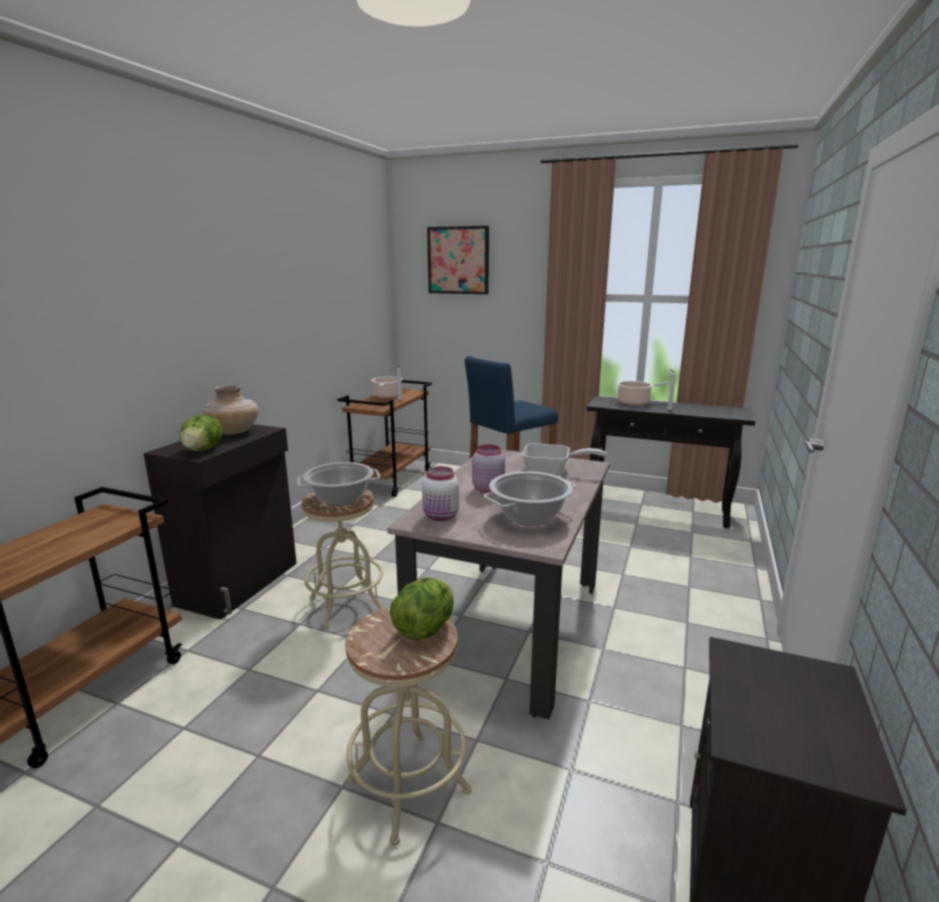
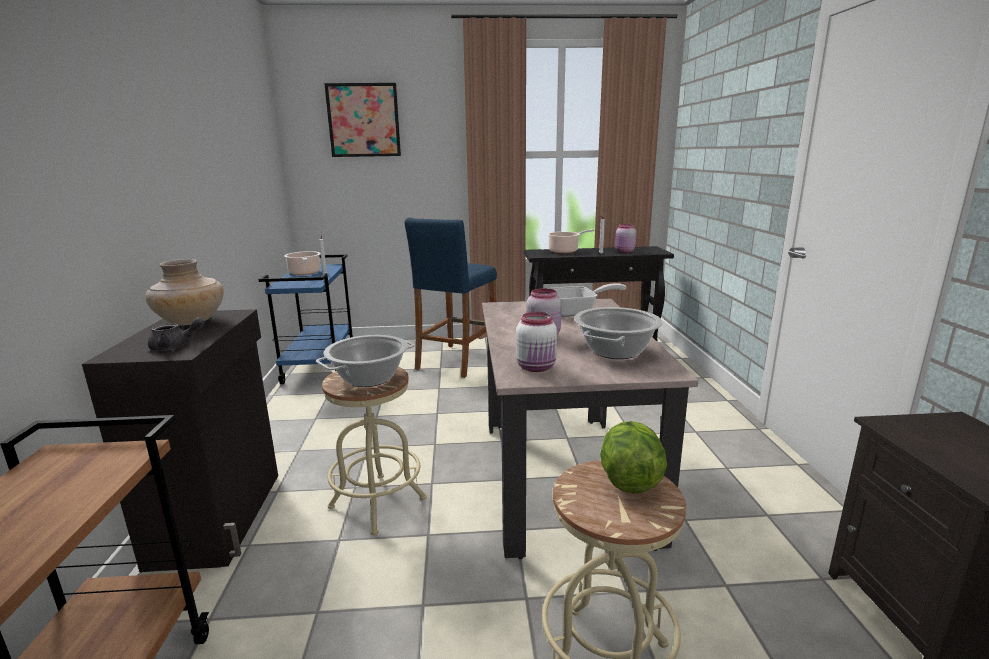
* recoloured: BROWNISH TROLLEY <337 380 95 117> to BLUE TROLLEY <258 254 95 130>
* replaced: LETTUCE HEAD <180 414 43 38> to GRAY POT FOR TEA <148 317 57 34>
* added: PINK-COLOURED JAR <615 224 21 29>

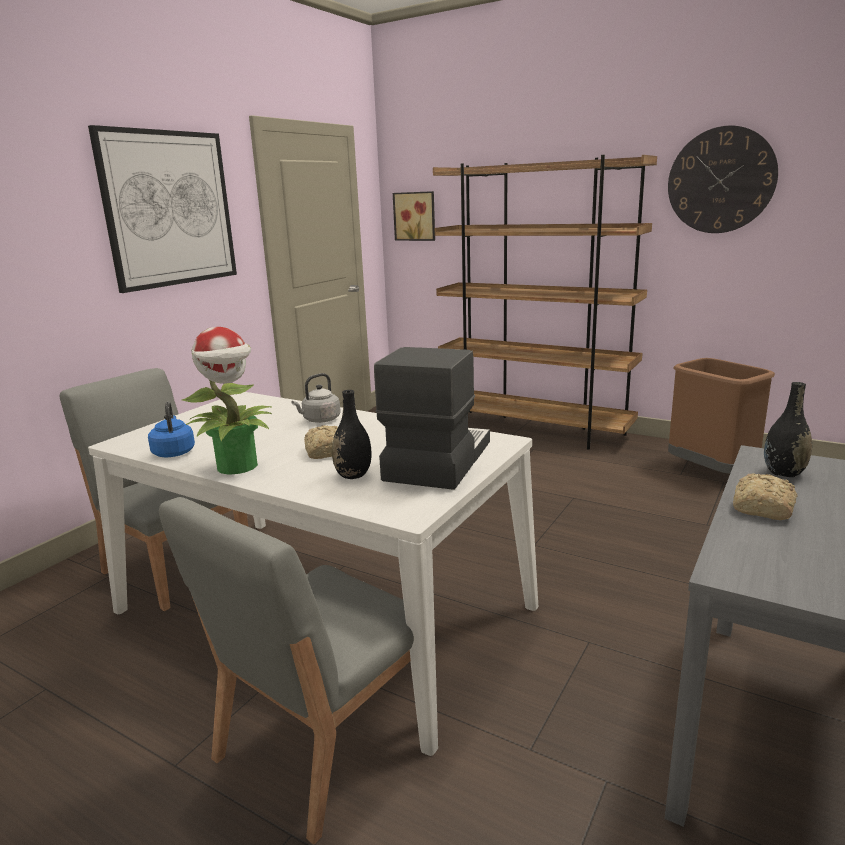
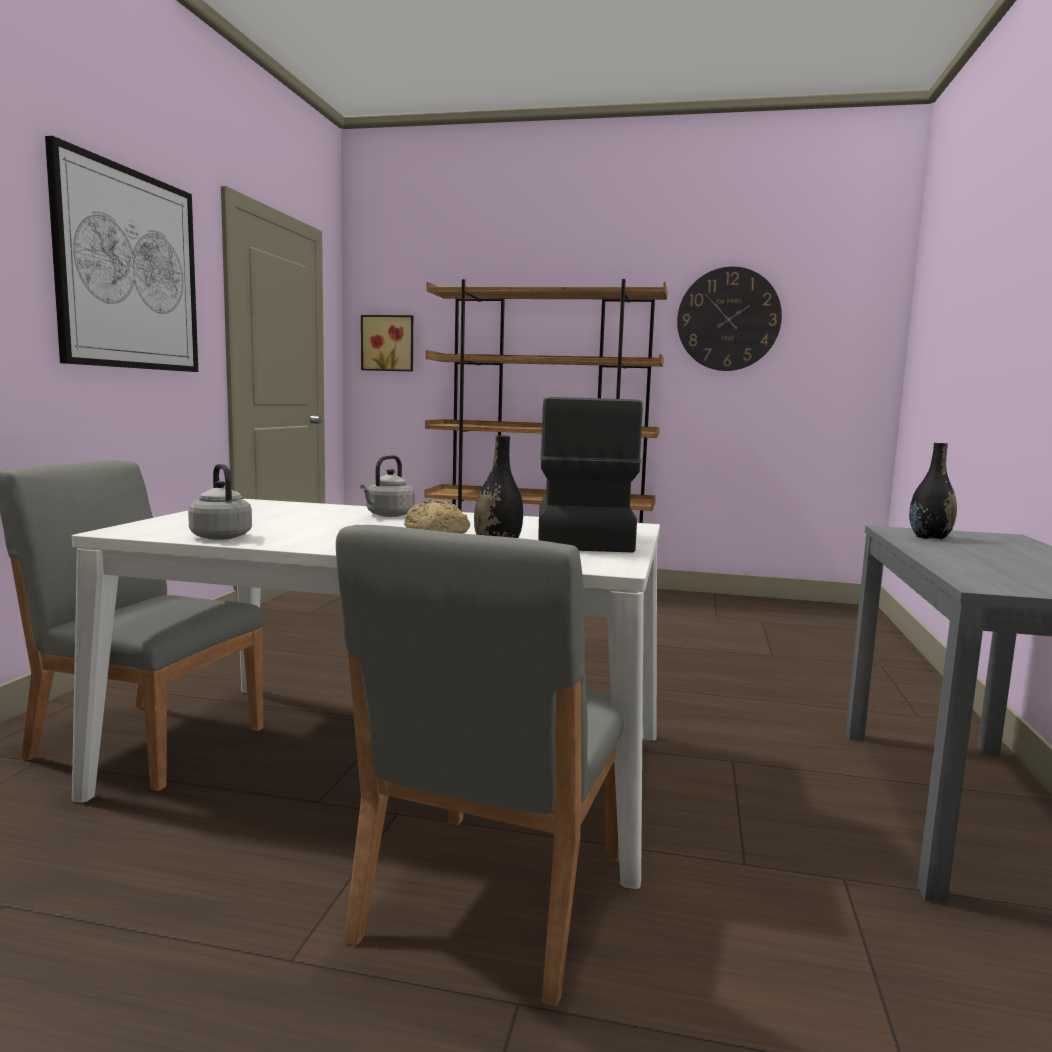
* removed: PLANT IN A POT <182 327 90 148>
* removed: BROWNISH RUBBISH BIN <668 358 107 116>
* recoloured: BLUE KETTLE <148 401 47 56> to GRAY KETTLE <188 464 64 76>
* removed: BAKERY BREAD <733 473 64 47>

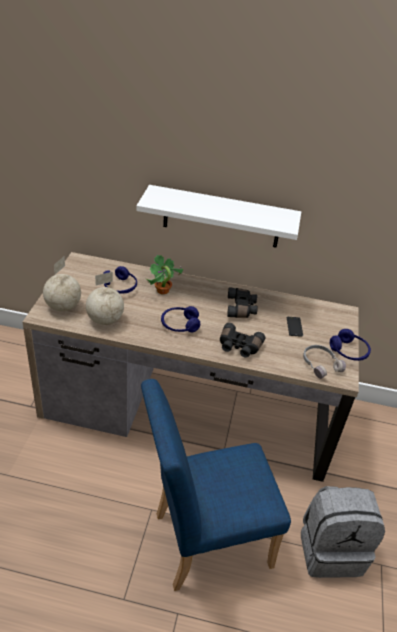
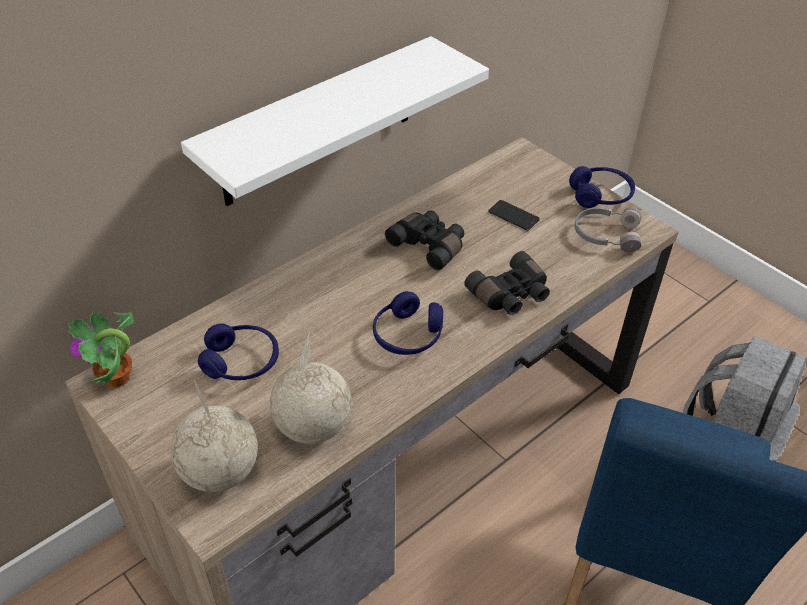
* moved: PLANT IN A POT <146 255 37 40> to <68 312 66 76>

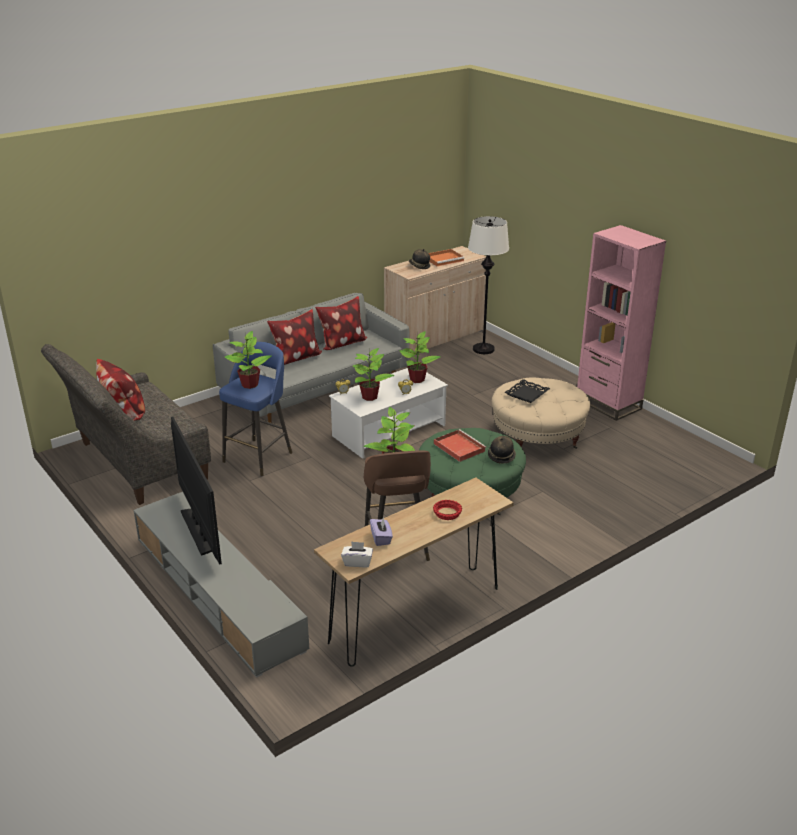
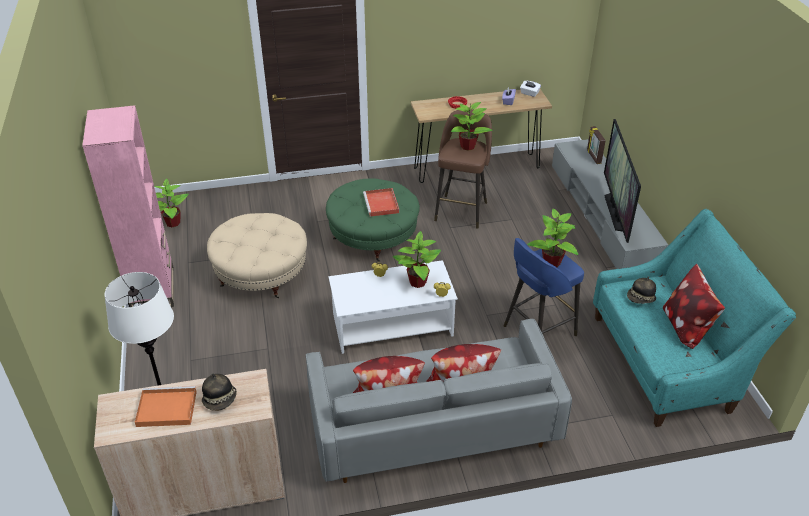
* moved: PLANT IN A POT <400 331 40 52> to <154 178 35 49>
* recoloured: GRAY SETTEE <41 344 170 161> to TURQUOISE-COLOURED SETTEE <593 209 203 218>
* removed: BLACKISH SERVING TRAY <505 379 45 24>
* moved: HAT <488 436 28 28> to <627 276 29 28>
* added: PICTURE FRAME <587 126 19 38>

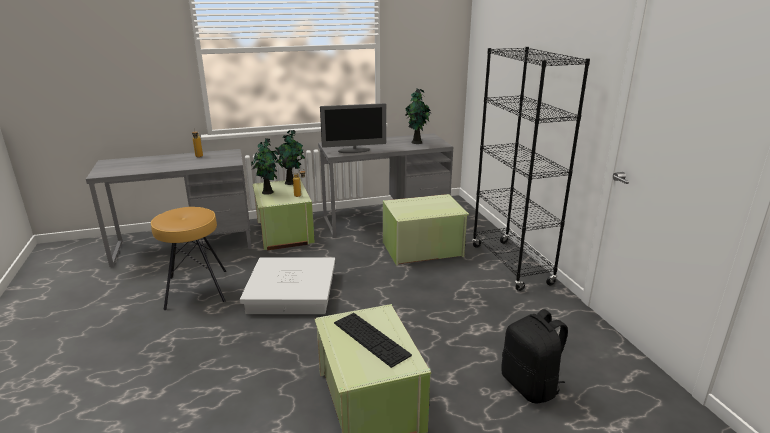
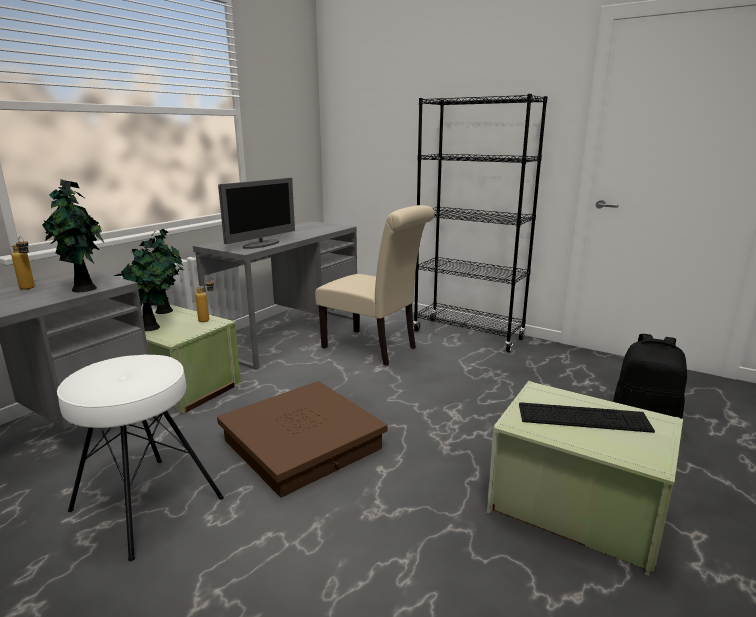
* moved: PLANT IN A POT <405 89 26 55> to <43 179 61 113>
* replaced: GREENISH STORAGE BOX <383 194 86 72> to SAND-COLOURED PLAIN CHAIR <315 205 120 161>
* recoloured: BROWNISH STOOL SEAT <151 207 75 103> to WHITE-COLOURED STOOL SEAT <57 355 167 206>
* recoloured: WHITE-COLOURED STORAGE BOX <240 257 95 57> to BROWNISH STORAGE BOX <217 381 171 116>

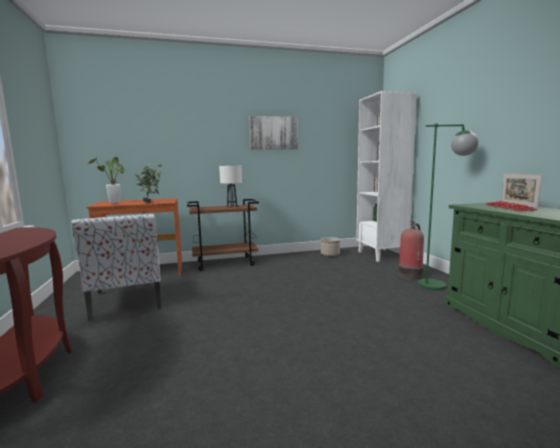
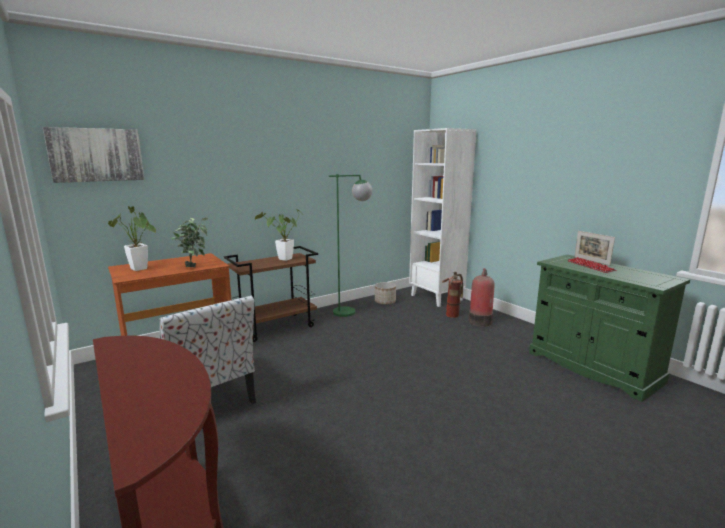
* moved: WALL ART <249 116 49 34> to <43 127 102 56>
* moved: GREENISH STANDING LAMP <418 124 61 166> to <329 174 44 143>
* replaced: WHITE-COLOURED LAMP FOR A TABLE <219 166 23 42> to PLANT IN A POT <255 209 48 52>
* added: FIRE EXTINGUISHER <442 272 21 46>

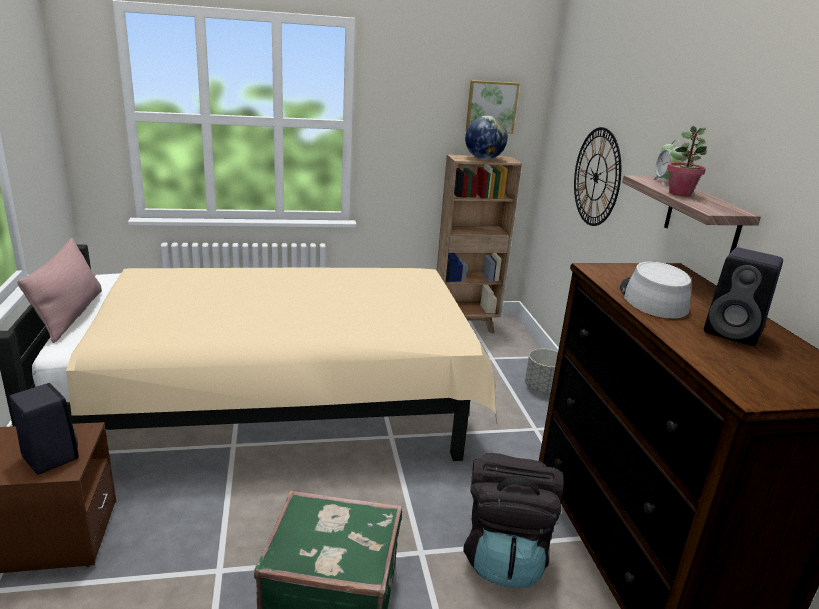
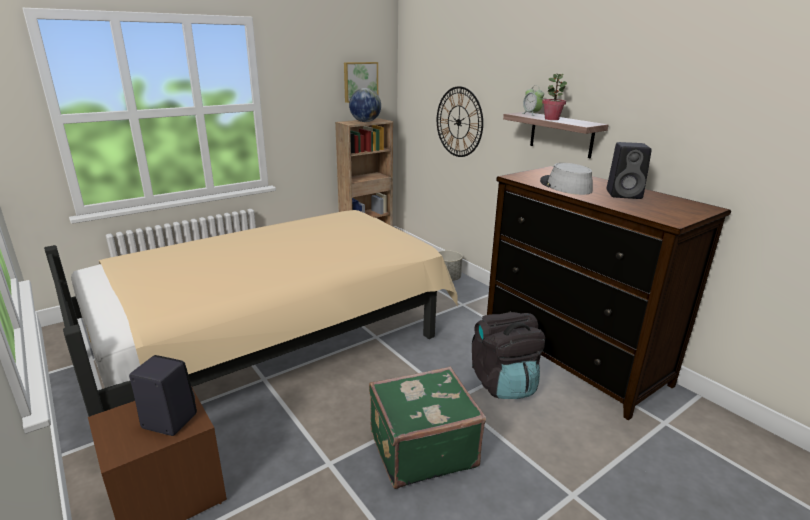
* removed: PINK-COLOURED THROW PILLOW <17 238 85 105>

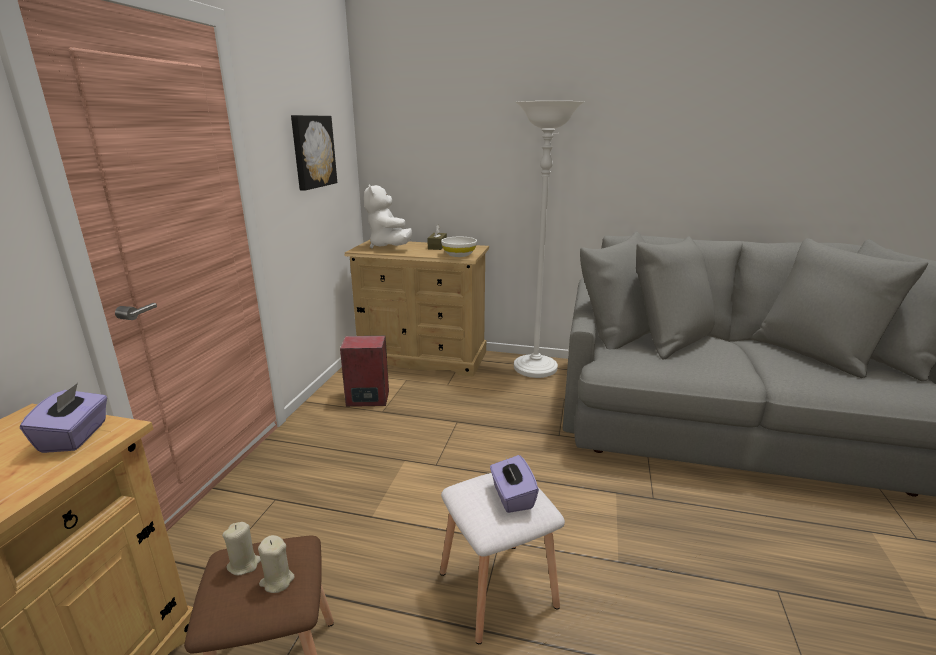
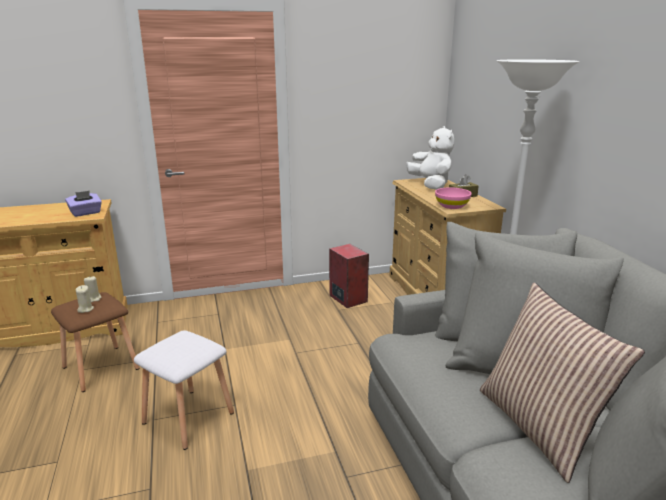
* removed: WALL ART <291 115 46 76>
* turned: WHITE-COLOURED PLUSH TOY <364 185 48 64> = <406 126 48 64> 120 degrees clockwise
* recoloured: WHITE-COLOURED SERVING BOWL <441 237 36 20> to PINK-COLOURED SERVING BOWL <435 187 37 22>
* removed: PURPLE TISSUE HOLDER <490 455 49 58>
* added: THROW PILLOW <480 283 165 200>

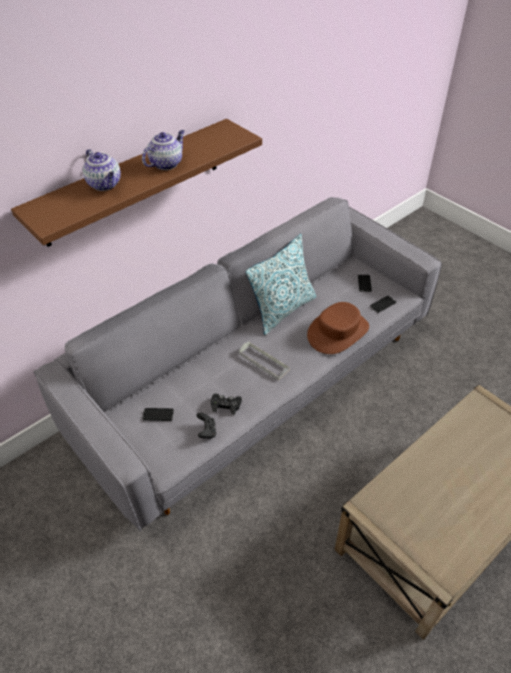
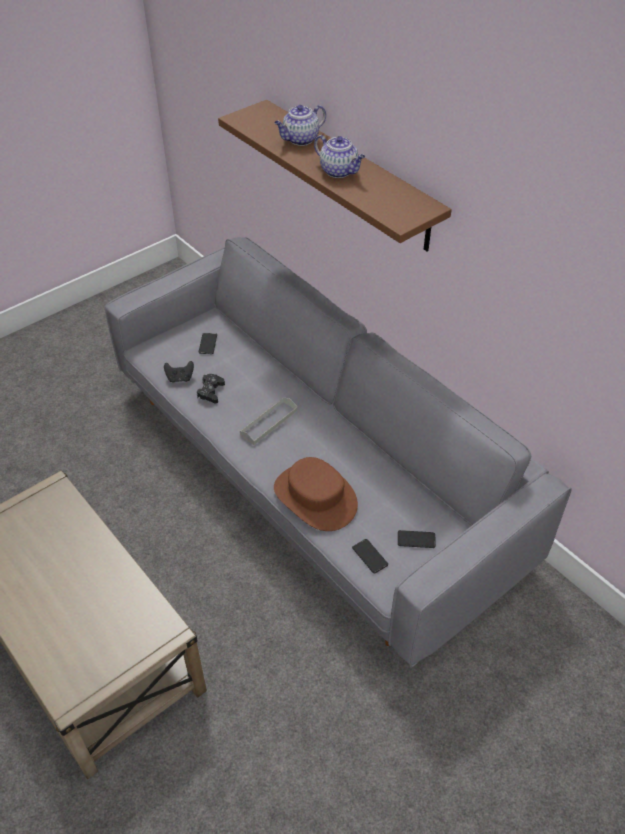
* removed: THROW PILLOW <246 234 70 101>

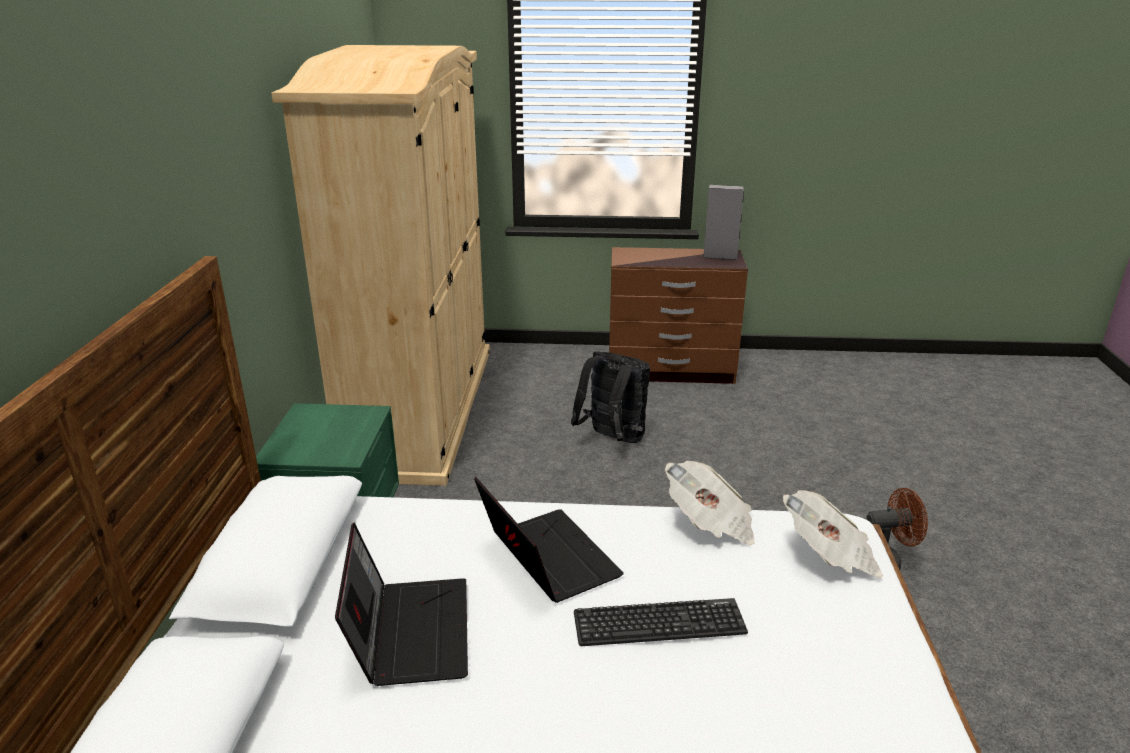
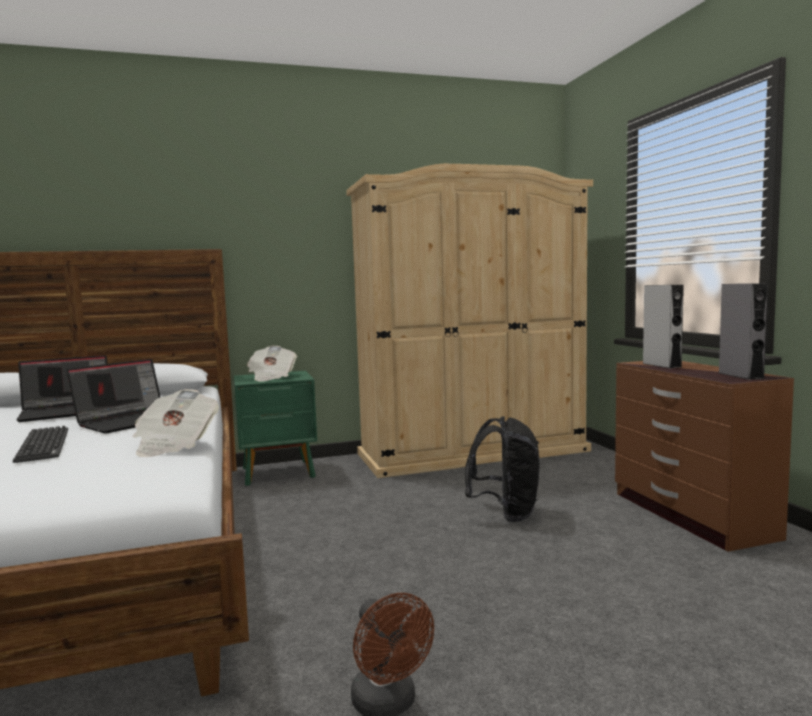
* moved: NEWSPAPER <783 490 100 88> to <247 346 50 36>
* added: GRAY AUDIO SPEAKER <643 285 41 83>

